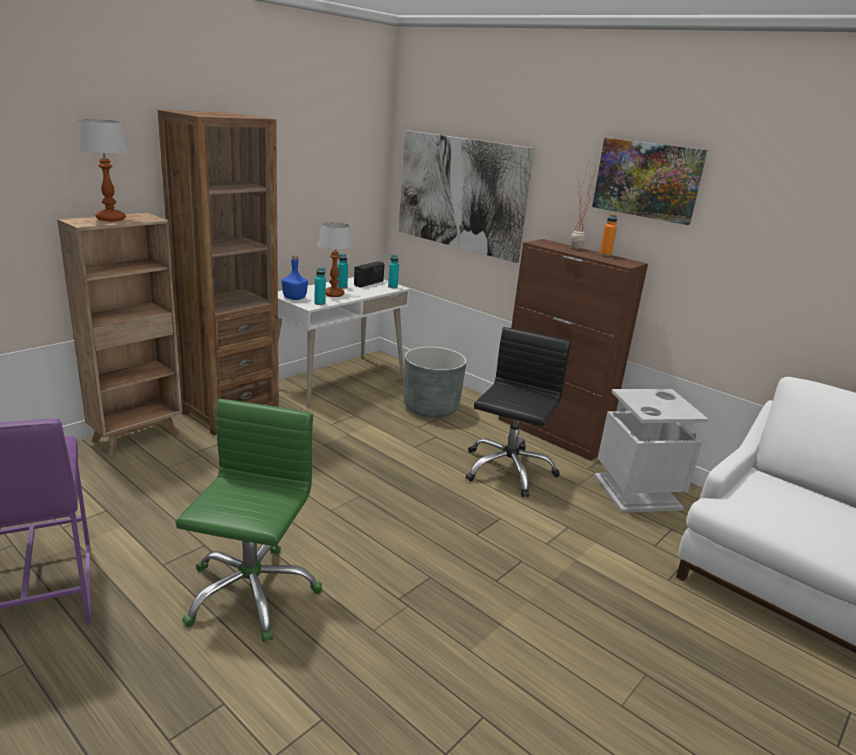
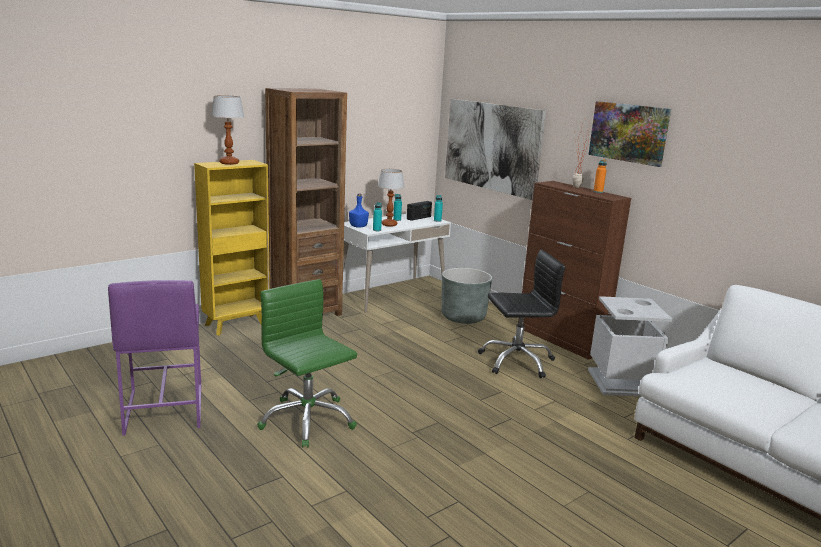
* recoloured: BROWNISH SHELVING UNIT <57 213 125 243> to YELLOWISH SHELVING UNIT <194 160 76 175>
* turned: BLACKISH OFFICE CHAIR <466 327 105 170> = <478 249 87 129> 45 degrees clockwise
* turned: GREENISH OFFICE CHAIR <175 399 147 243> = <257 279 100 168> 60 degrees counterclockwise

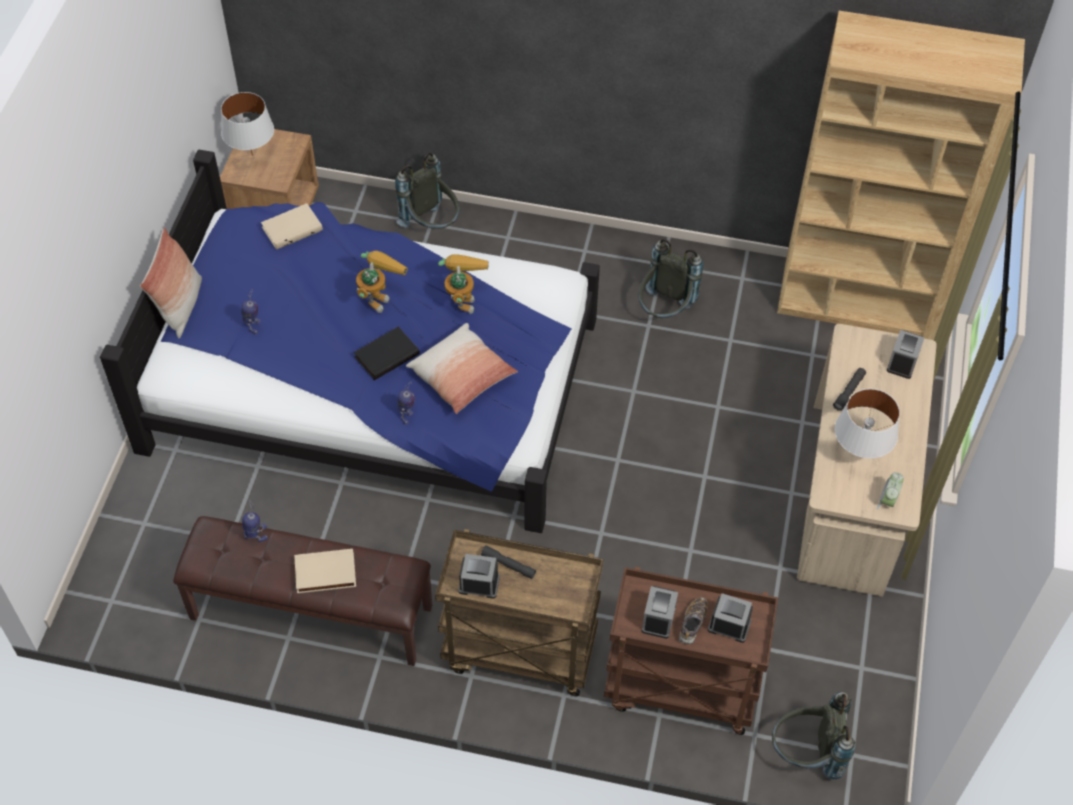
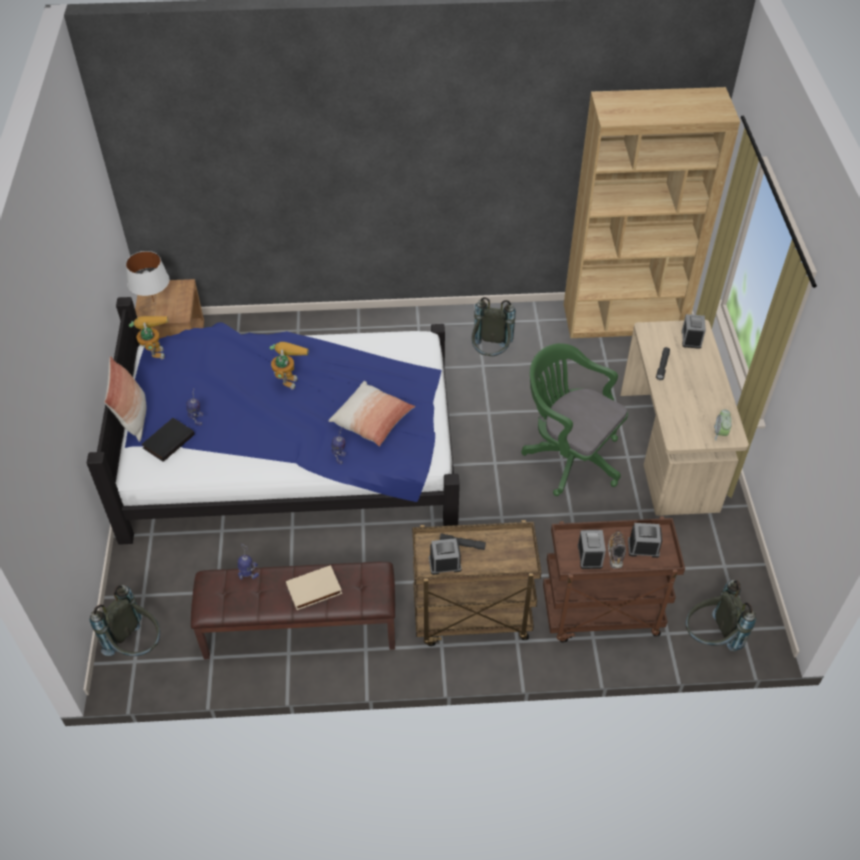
* moved: GRAY KNAPSACK <395 153 65 76> to <90 585 70 71>
* removed: SAND-COLOURED BOUND BOOK <261 203 62 47>
* moved: ROBOT FIGURE <438 254 51 60> to <129 316 39 43>
* moved: BLACKISH BOUND BOOK <354 327 66 53> to <142 418 53 44>
* removed: WHITE-COLOURED LAMP FOR A TABLE <835 389 65 69>
* added: GREENISH OFFICE CHAIR <521 343 107 153>

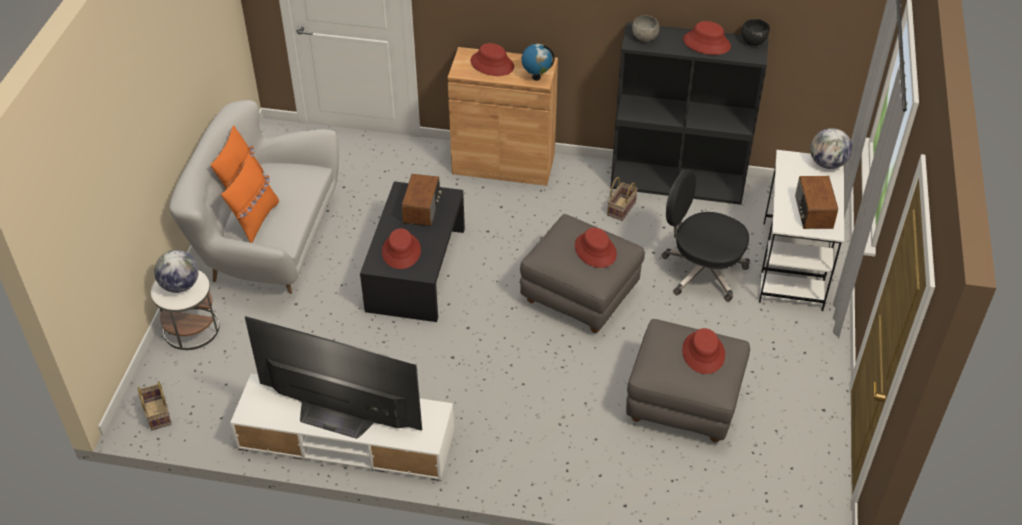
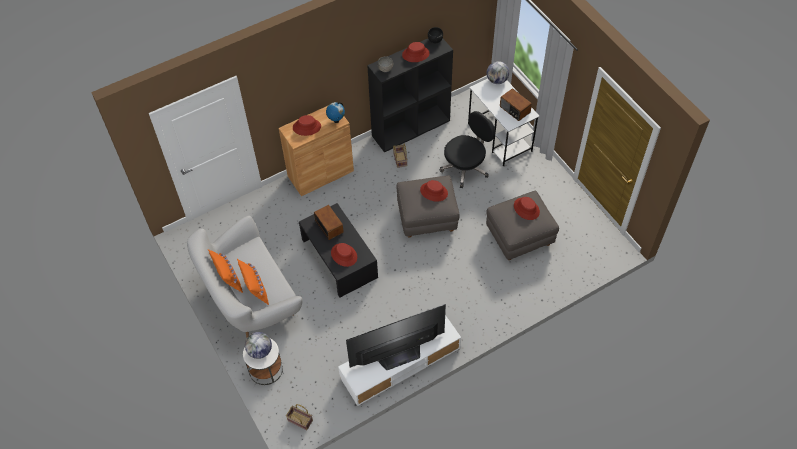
* turned: BLACKISH OFFICE CHAIR <662 169 88 133> = <439 111 56 77> 150 degrees clockwise

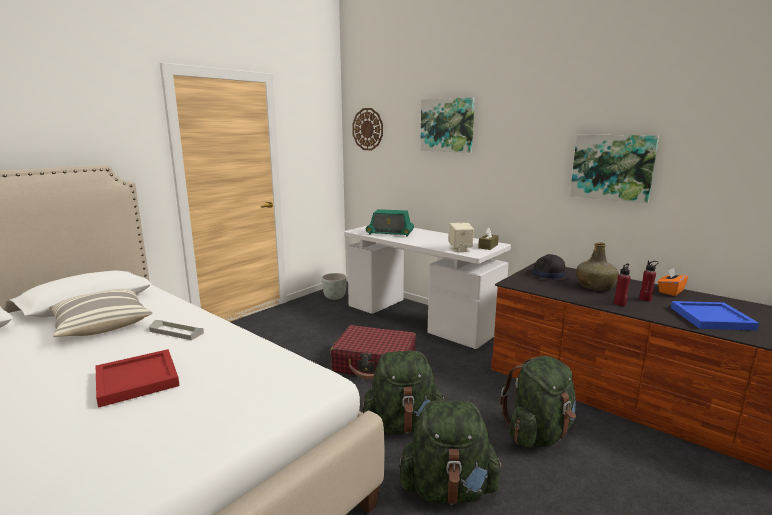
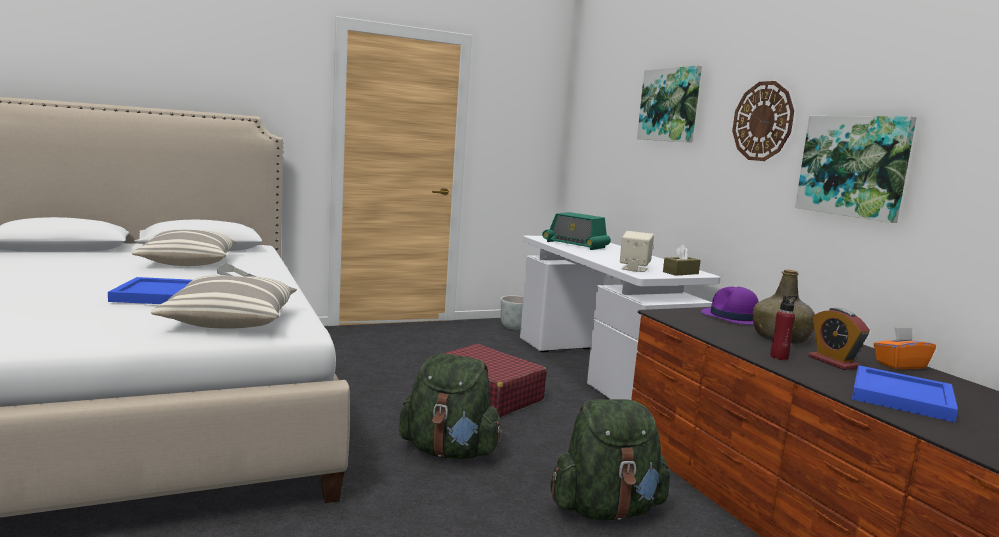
* moved: WALL CLOCK <352 108 31 42> to <732 81 62 80>
* recoloured: BLACKISH HAT <527 254 44 27> to PURPLE HAT <701 287 58 38>
* replaced: RED-COLOURED BEVERAGE BOTTLE <639 260 19 42> to ALARM CLOCK <808 308 62 62>
* recoloured: RED-COLOURED SERVING TRAY <96 349 84 59> to BLUE SERVING TRAY <108 277 84 27>
* removed: GREENISH KNAPSACK <399 400 104 105>
* added: THROW PILLOW <151 275 146 54>

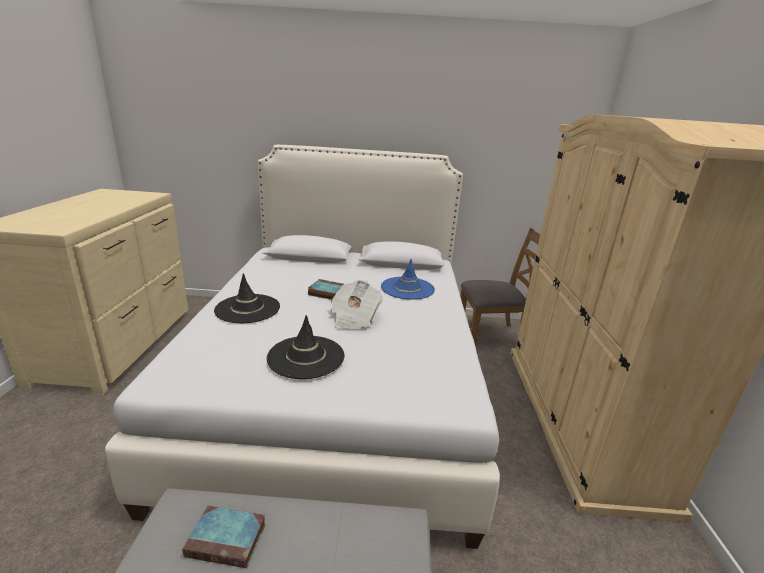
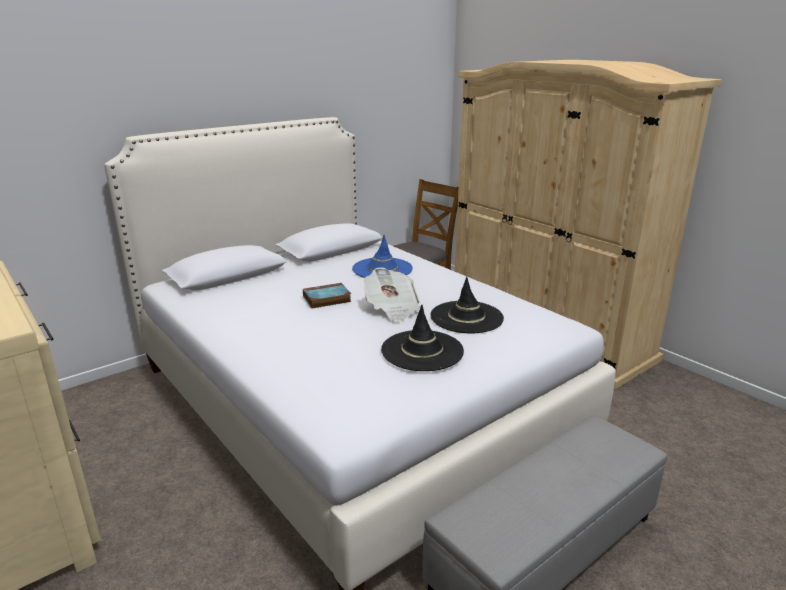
* moved: BLACKISH HAT <214 273 66 50> to <430 277 74 56>
* removed: BOUND BOOK <182 505 84 63>

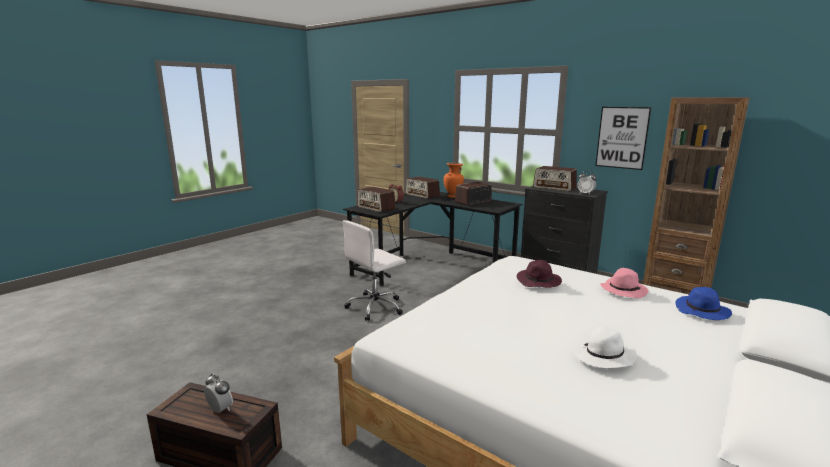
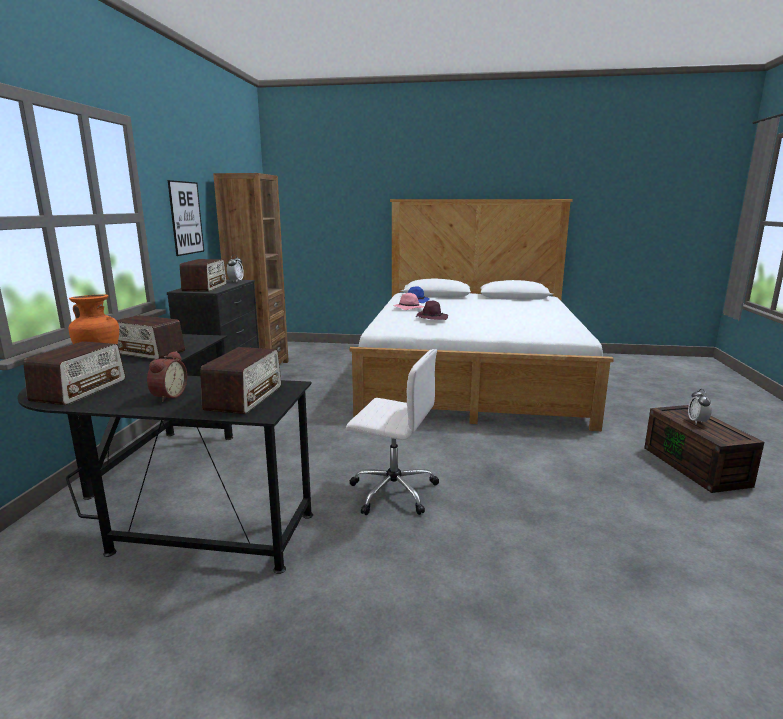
* removed: WHITE-COLOURED HAT <573 327 64 41>

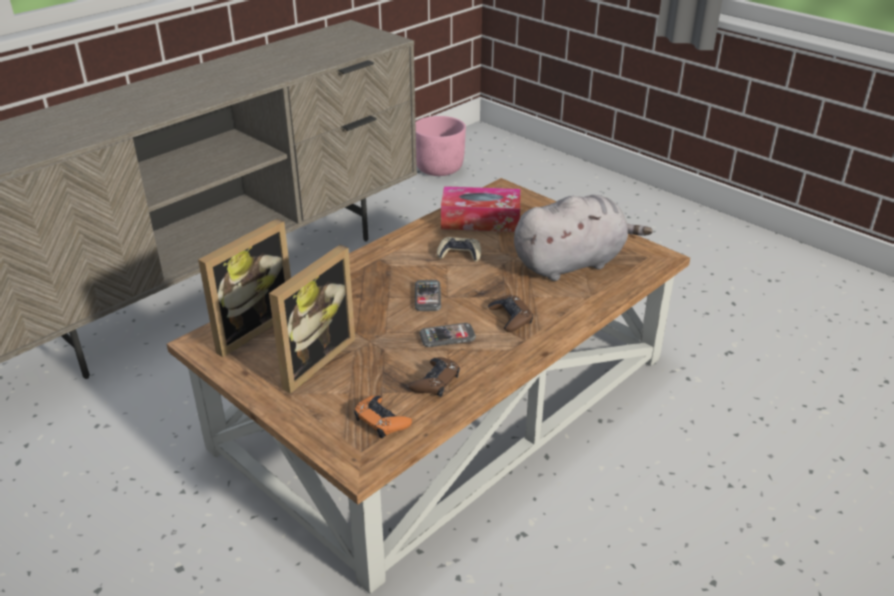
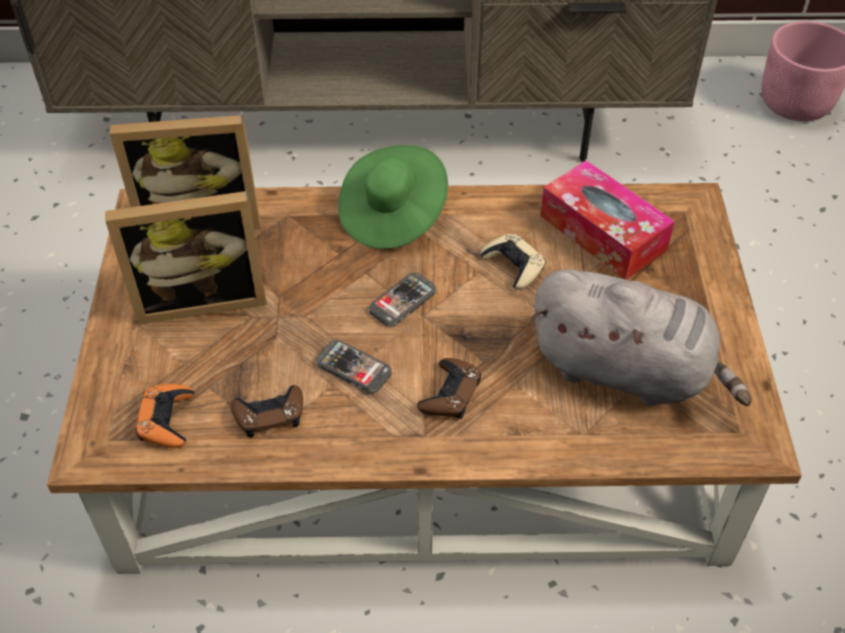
* added: GREENISH HAT <338 145 110 104>

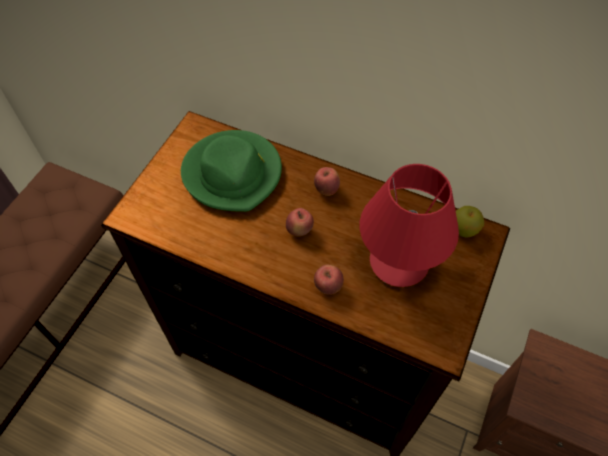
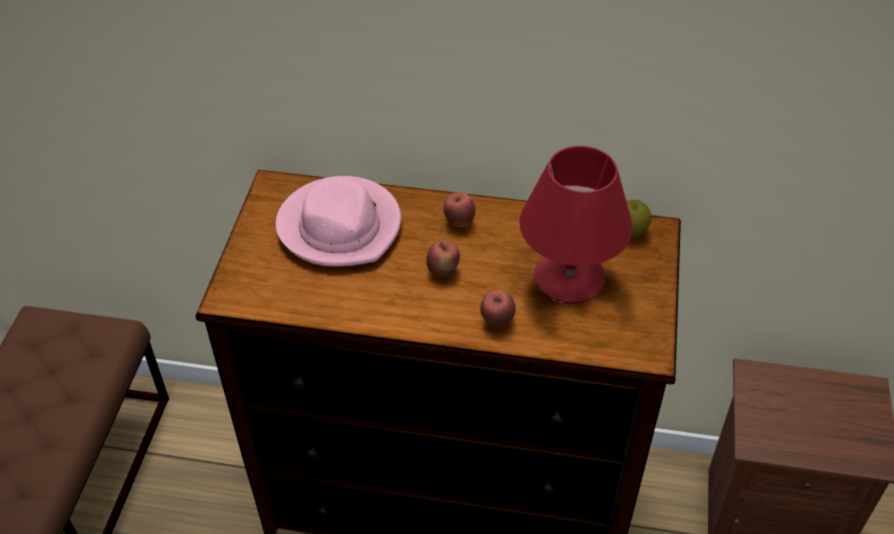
* recoloured: GREENISH HAT <181 130 101 82> to PINK-COLOURED HAT <276 176 125 91>

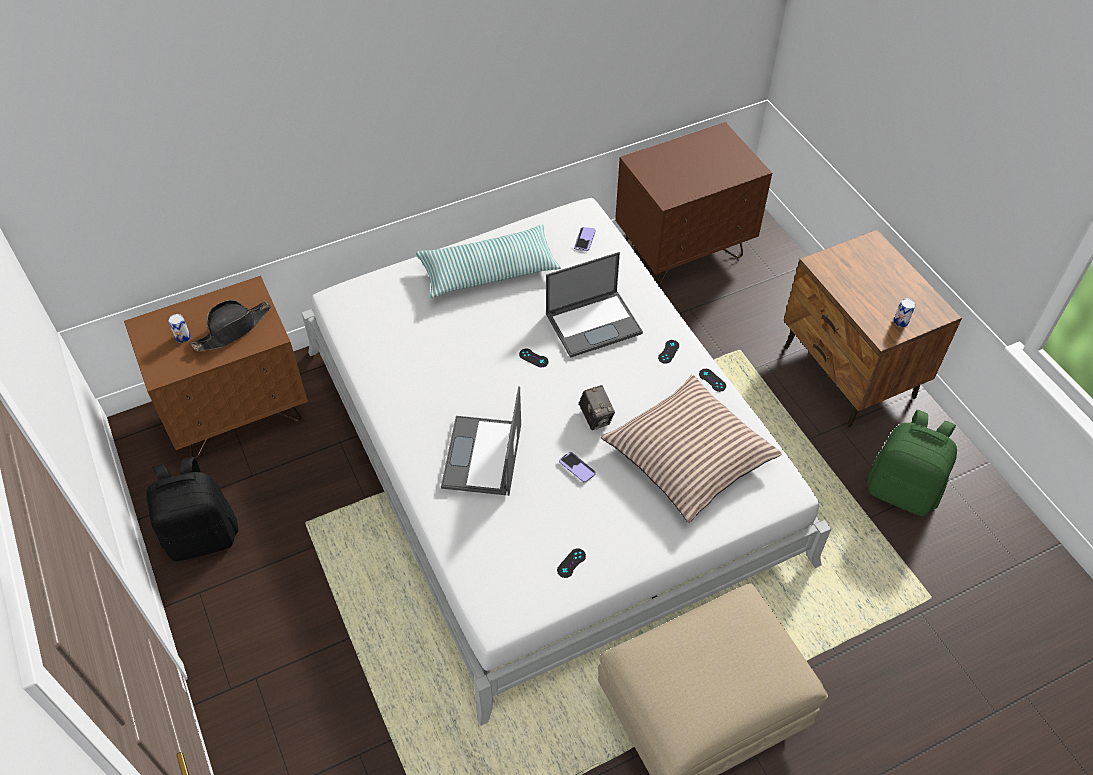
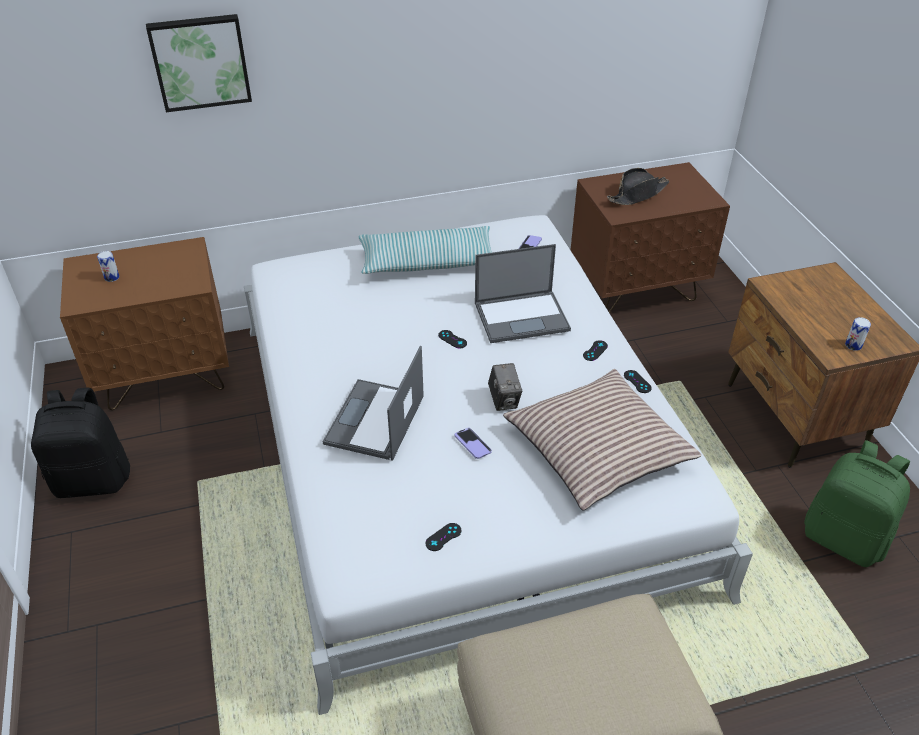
* moved: BLACKISH HAT <191 300 80 51> to <607 168 63 37>
* added: WALL ART <146 14 106 98>

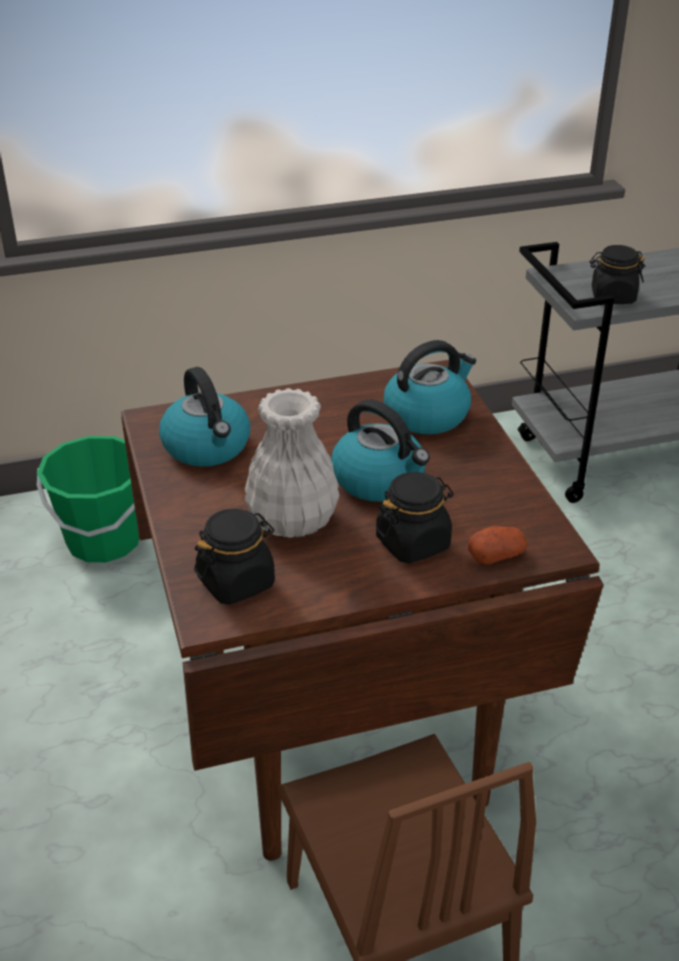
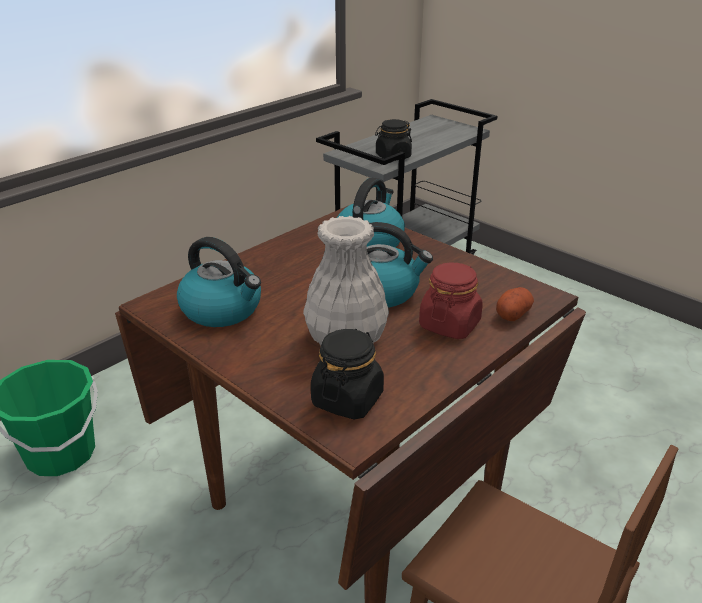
* recoloured: BLACKISH JAR <376 472 78 92> to RED-COLOURED JAR <419 263 64 76>

